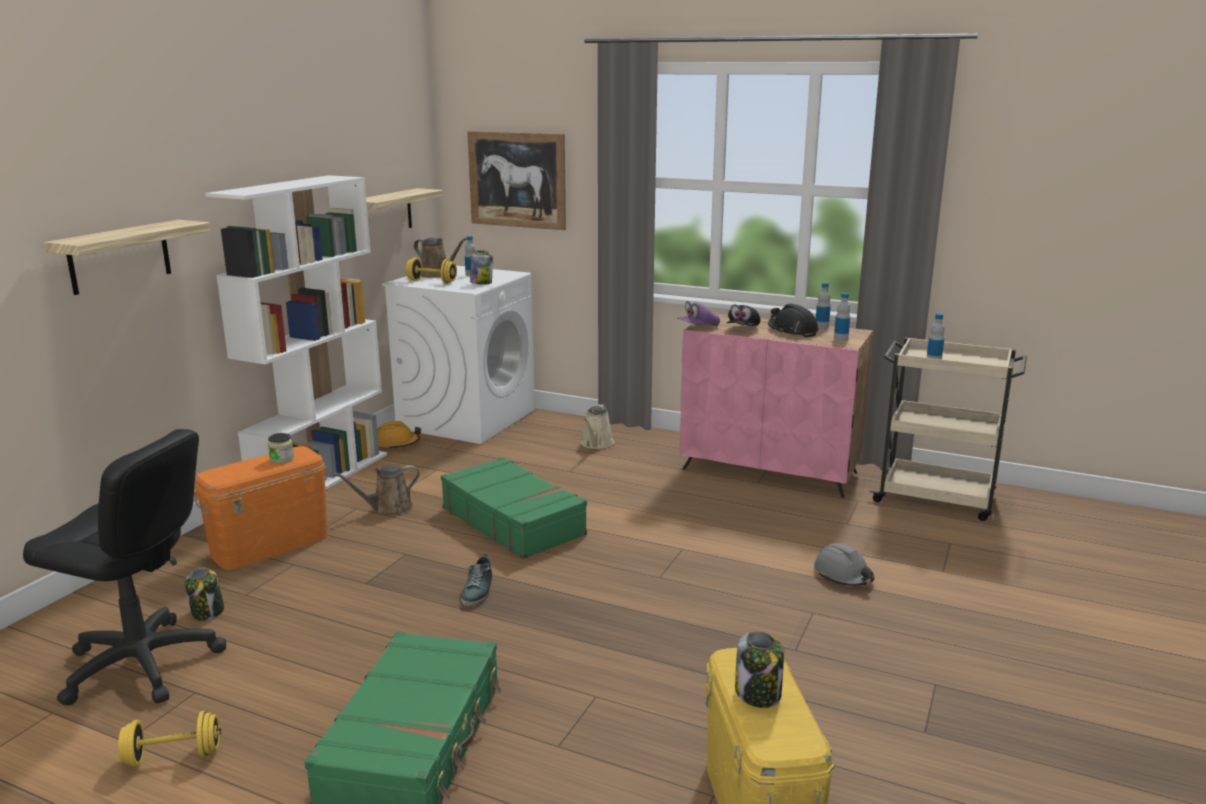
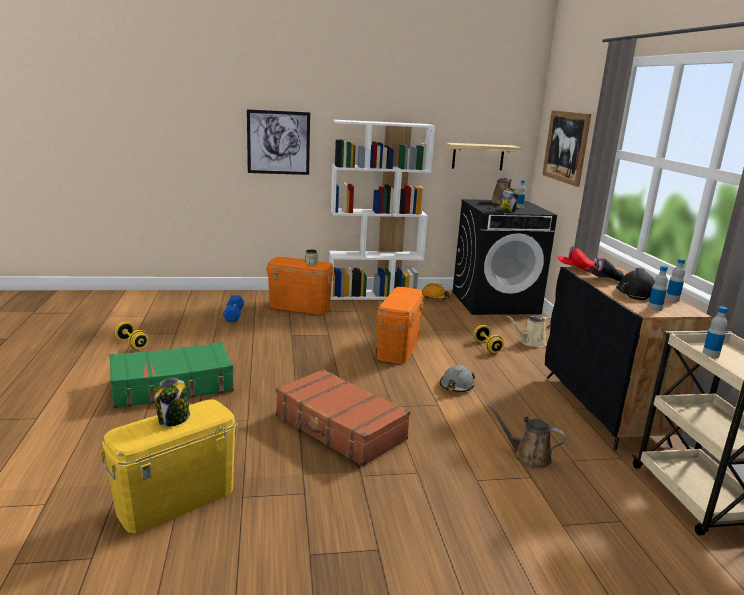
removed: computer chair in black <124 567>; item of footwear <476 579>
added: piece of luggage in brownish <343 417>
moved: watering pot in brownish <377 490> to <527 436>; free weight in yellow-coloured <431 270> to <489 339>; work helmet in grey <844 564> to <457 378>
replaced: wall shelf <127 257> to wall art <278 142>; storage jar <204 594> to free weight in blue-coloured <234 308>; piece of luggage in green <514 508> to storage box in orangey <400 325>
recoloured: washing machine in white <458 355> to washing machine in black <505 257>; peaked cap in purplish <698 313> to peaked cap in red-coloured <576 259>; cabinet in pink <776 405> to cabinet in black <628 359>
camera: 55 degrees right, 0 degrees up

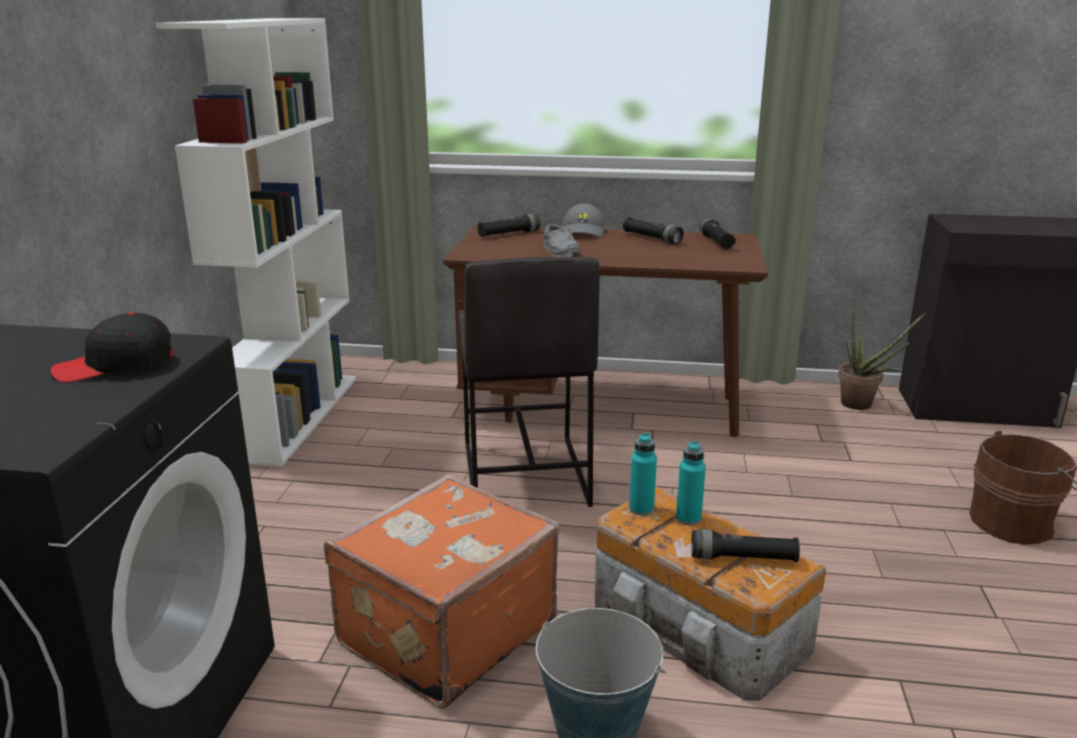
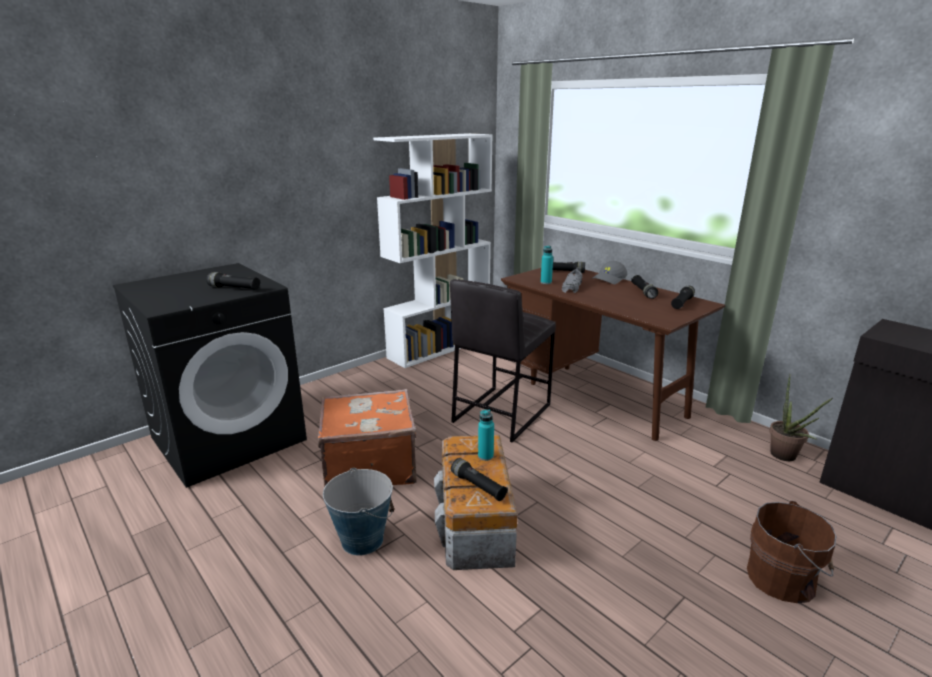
moved: drink bottle in blue-green <643 474> to <547 265>
replaced: peaked cap in black <111 347> to flashlight in black <234 281>
camera: 40 degrees right, 0 degrees up

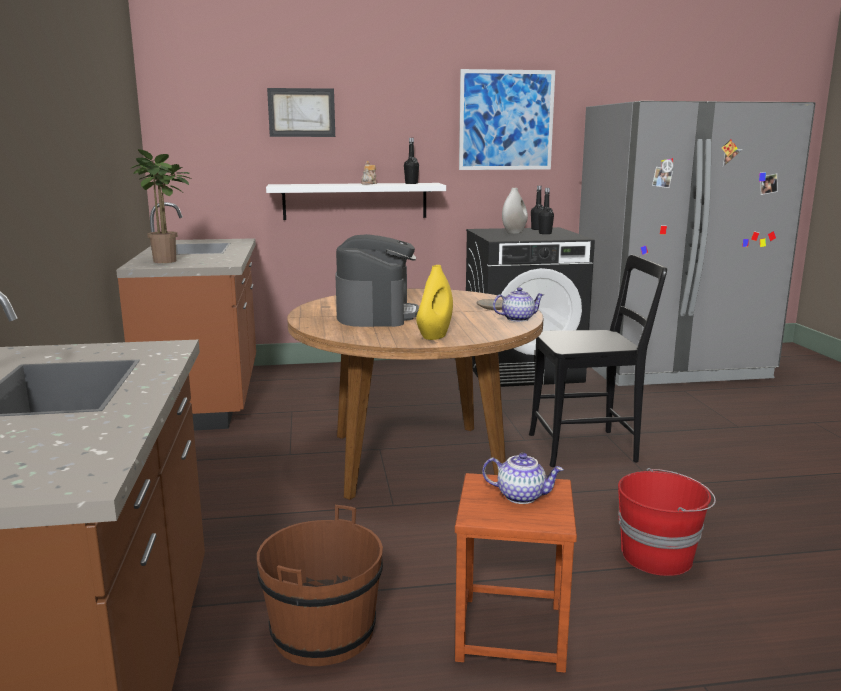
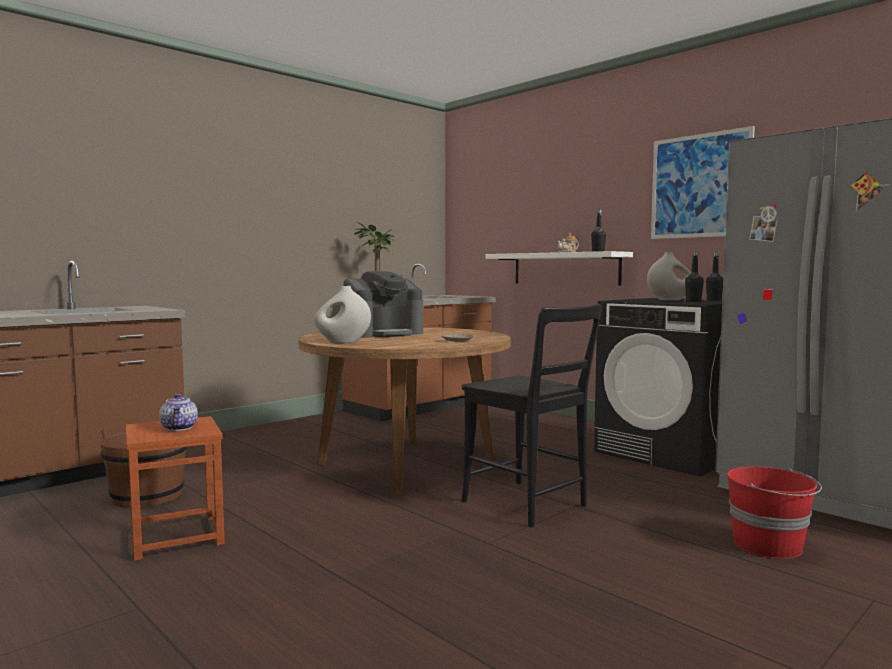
removed: wall art <301 112>; teapot <518 304>
moved: water bucket in red-coloured <667 522> to <774 512>
recoloured: decorative vase in yellow-coloured <434 302> to decorative vase in white <342 314>
camera: 55 degrees right, 10 degrees down

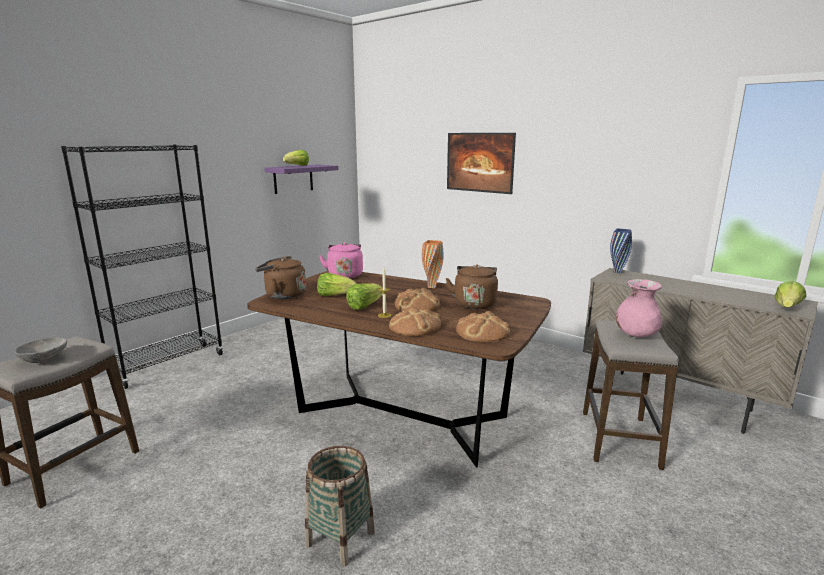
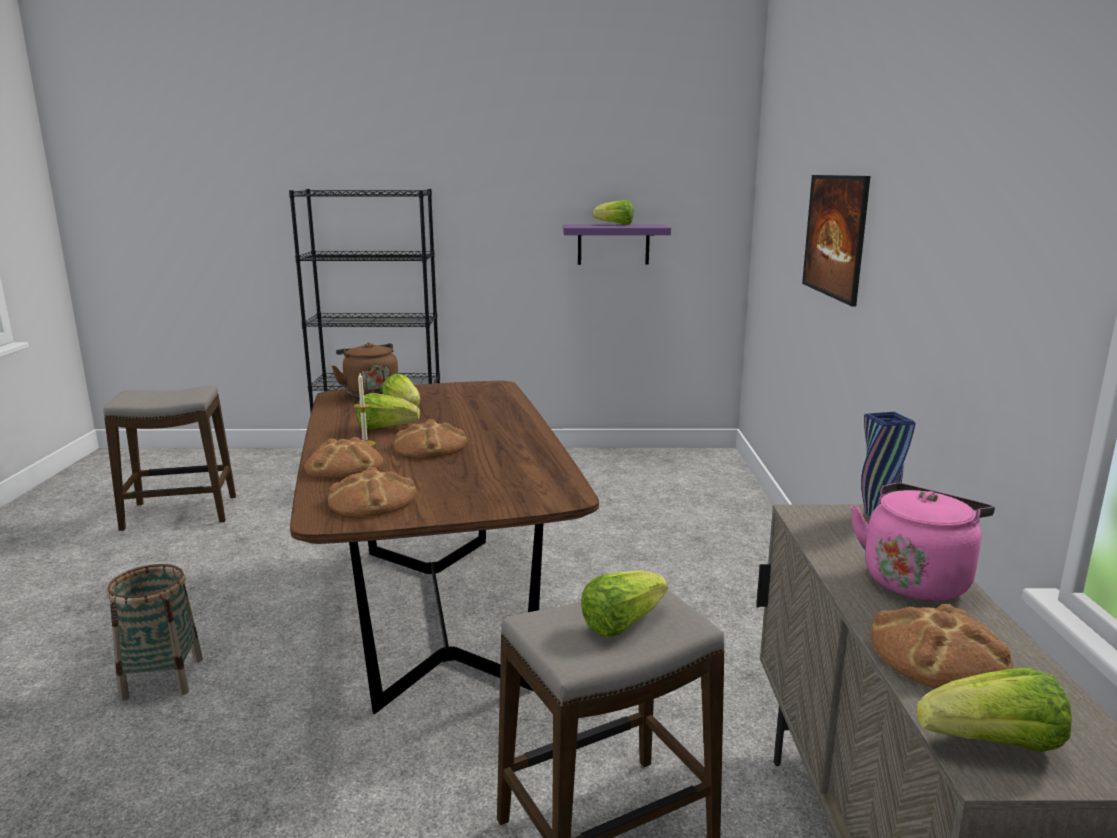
removed: serving bowl in grey <40 350>; decorative vase in orangey <432 264>; water kettle in brownish <472 287>
added: bakery bread <942 646>
moved: water kettle in pink <341 260> to <923 542>
replaced: decorative vase in pink <638 308> to lettuce <624 603>
camera: 50 degrees right, 0 degrees up

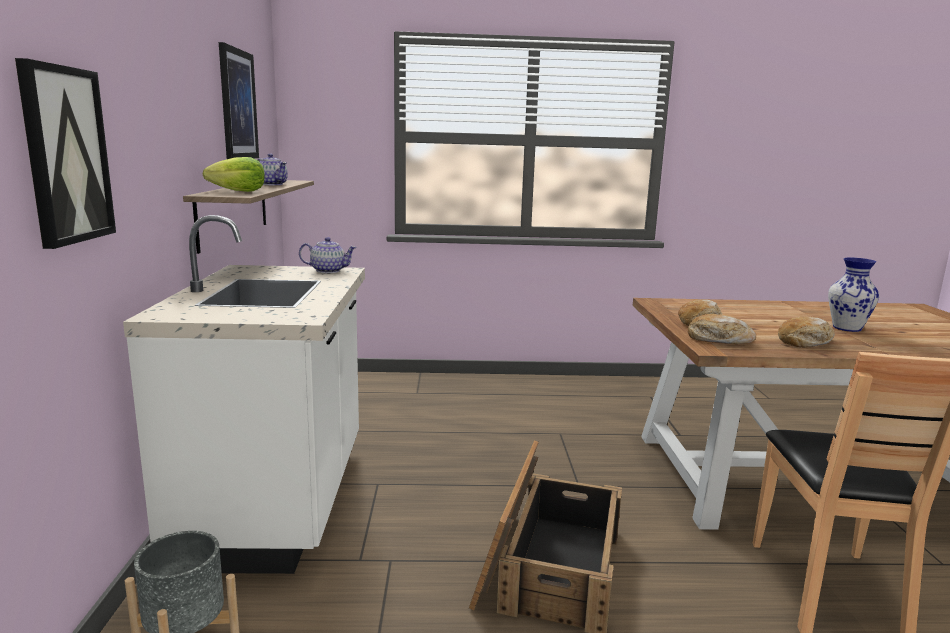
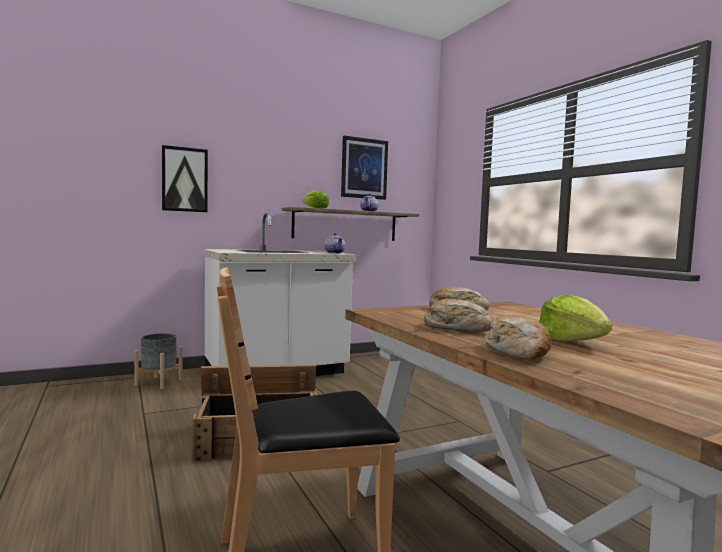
moved: bakery bread <722 329> to <518 337>
replaced: decorative vase <853 294> to lettuce <575 318>
camera: 65 degrees right, 10 degrees down

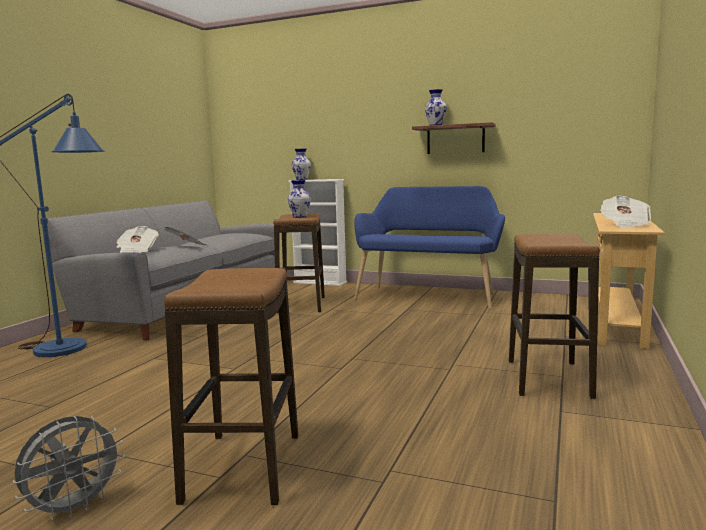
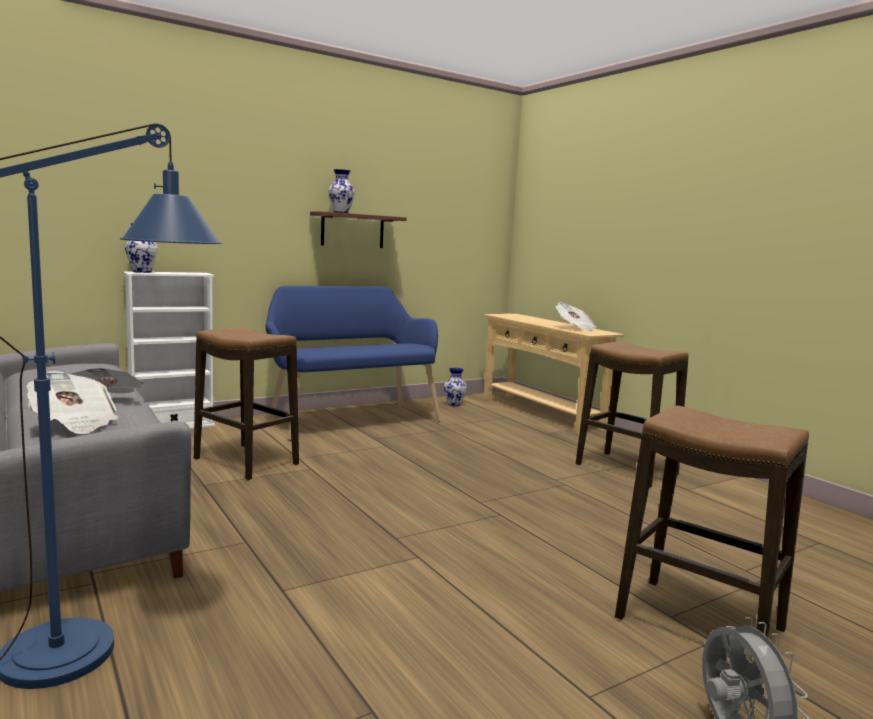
moved: decorative vase <299 199> to <455 387>
camera: 55 degrees left, 0 degrees up

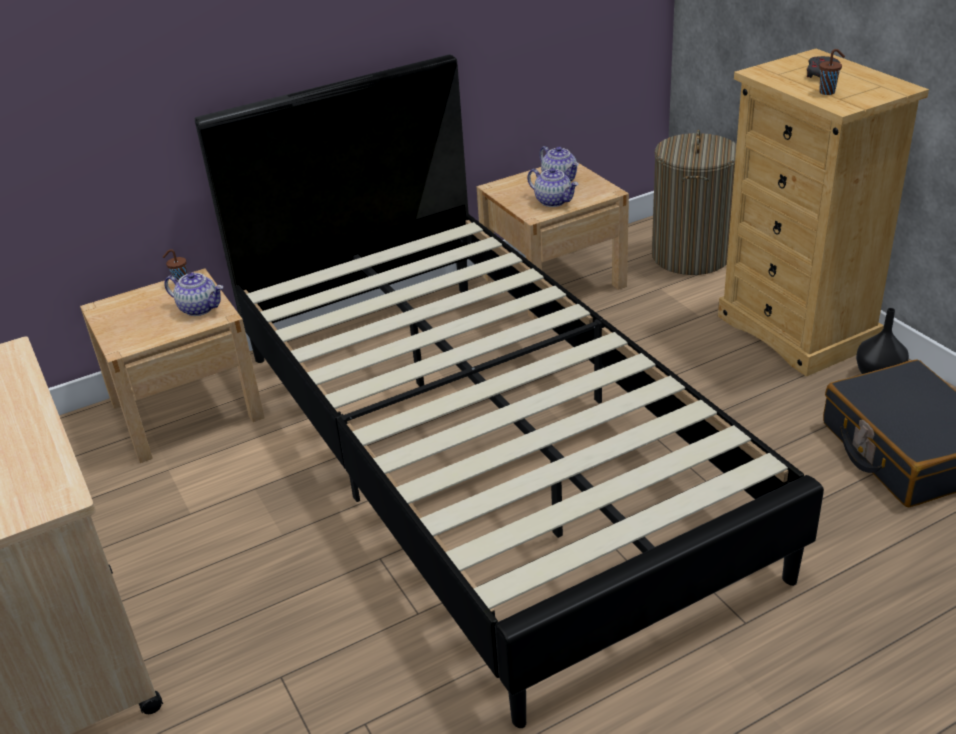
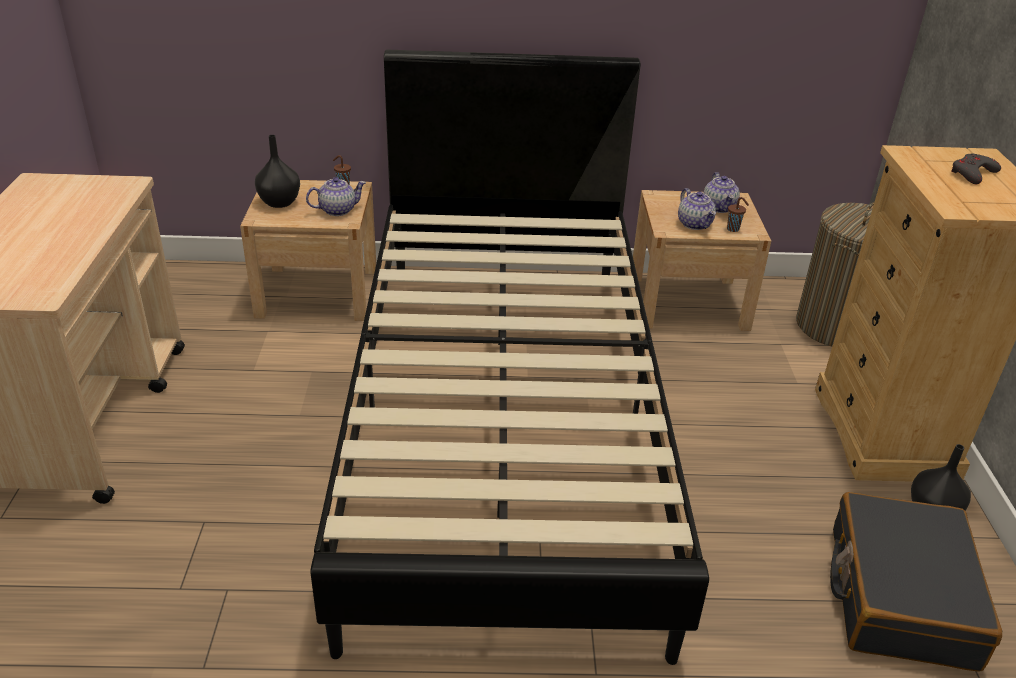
added: decorative vase in black <277 171>
moved: drinking cup in brownish <832 72> to <738 214>
turned: teapot <194 294> = <336 196> 75 degrees counterclockwise
camera: 25 degrees right, 0 degrees up

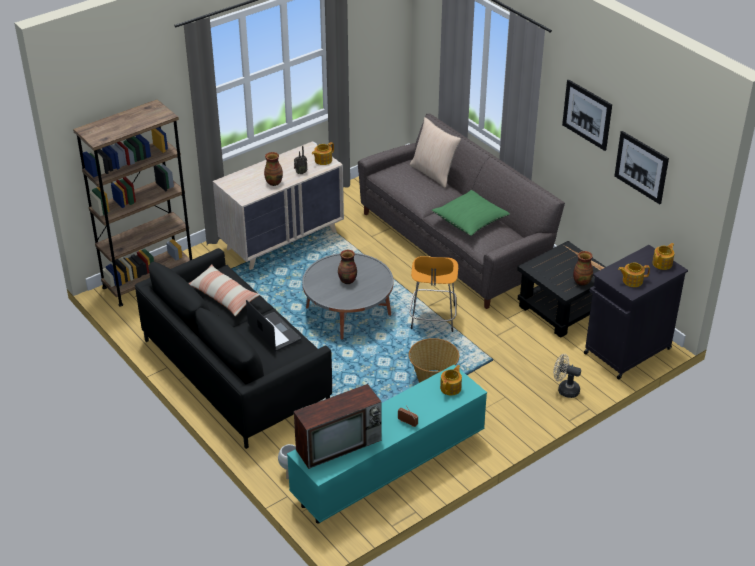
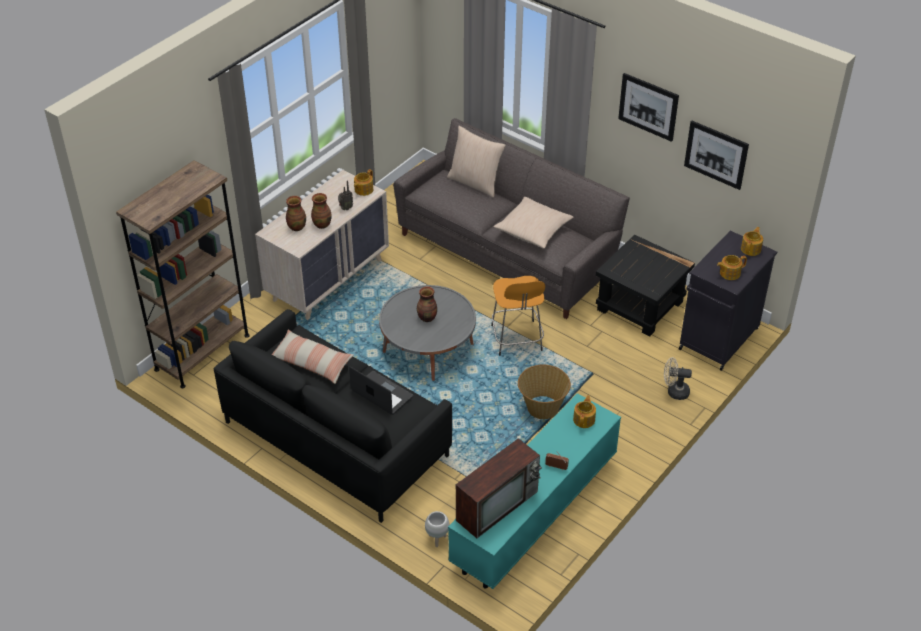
moved: decorative vase <583 268> to <296 213>
recoloured: cushion in green <470 213> to cushion in sand-coloured <533 223>
camera: 15 degrees left, 5 degrees up

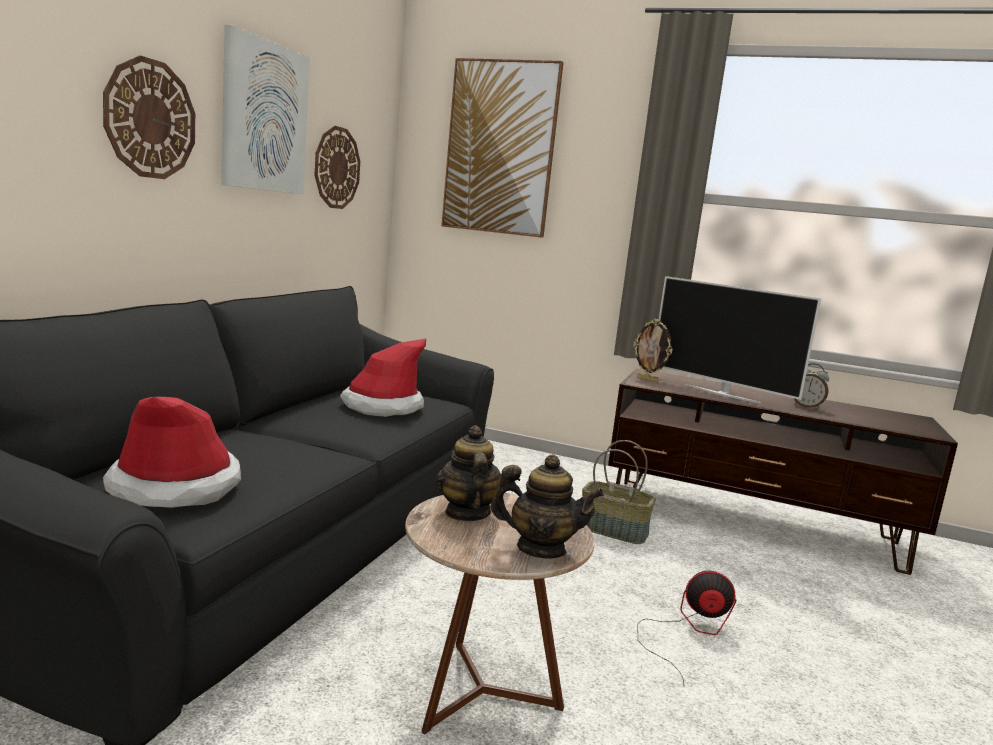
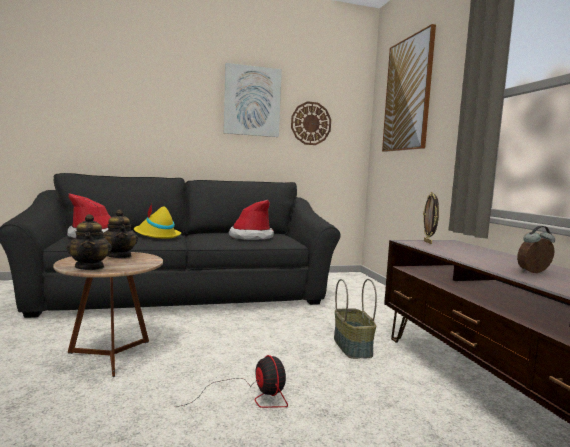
removed: hanging clock <149 117>; television <739 340>
added: wearable hat in yellow-coloured <157 221>
turned: teapot <468 473> = <120 234> 105 degrees clockwise; alarm clock <811 386> = <536 249> 75 degrees clockwise
camera: 55 degrees right, 5 degrees down

